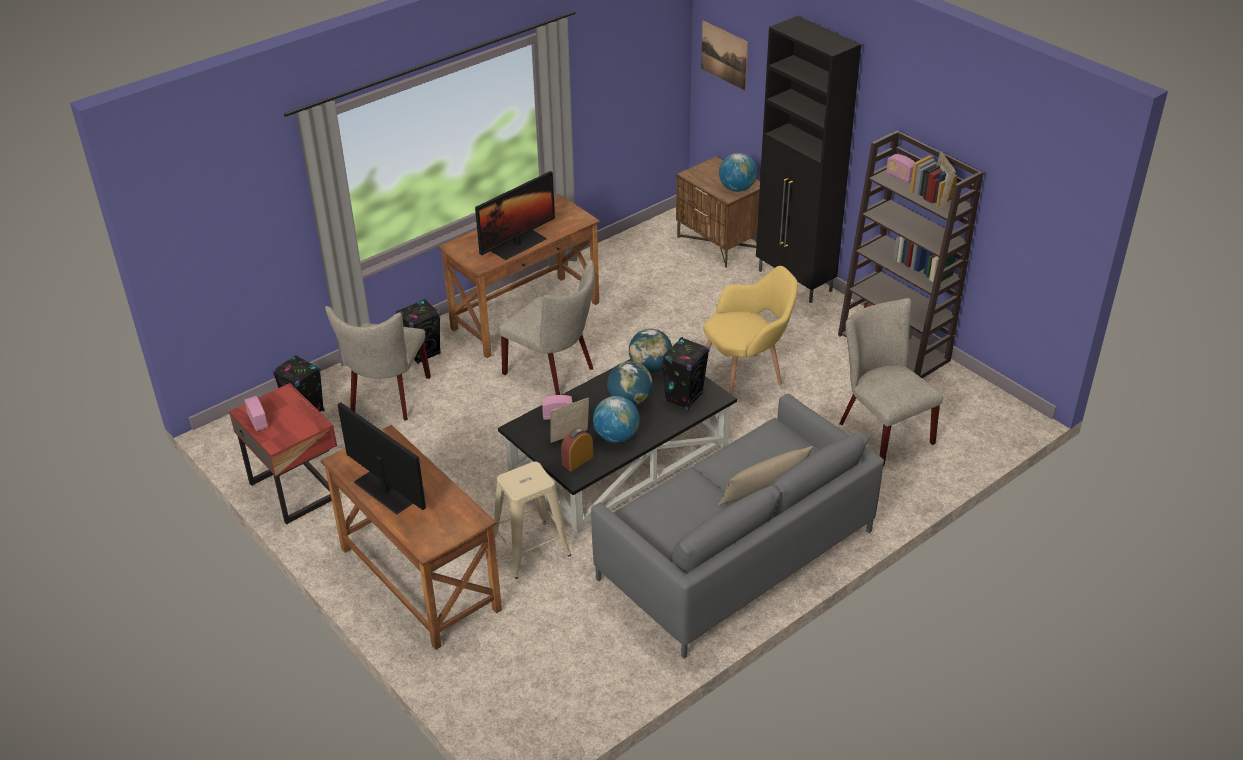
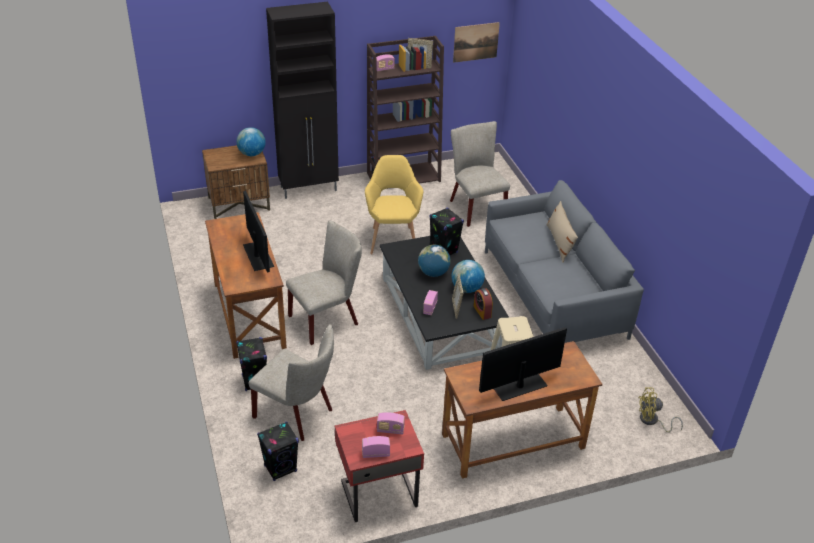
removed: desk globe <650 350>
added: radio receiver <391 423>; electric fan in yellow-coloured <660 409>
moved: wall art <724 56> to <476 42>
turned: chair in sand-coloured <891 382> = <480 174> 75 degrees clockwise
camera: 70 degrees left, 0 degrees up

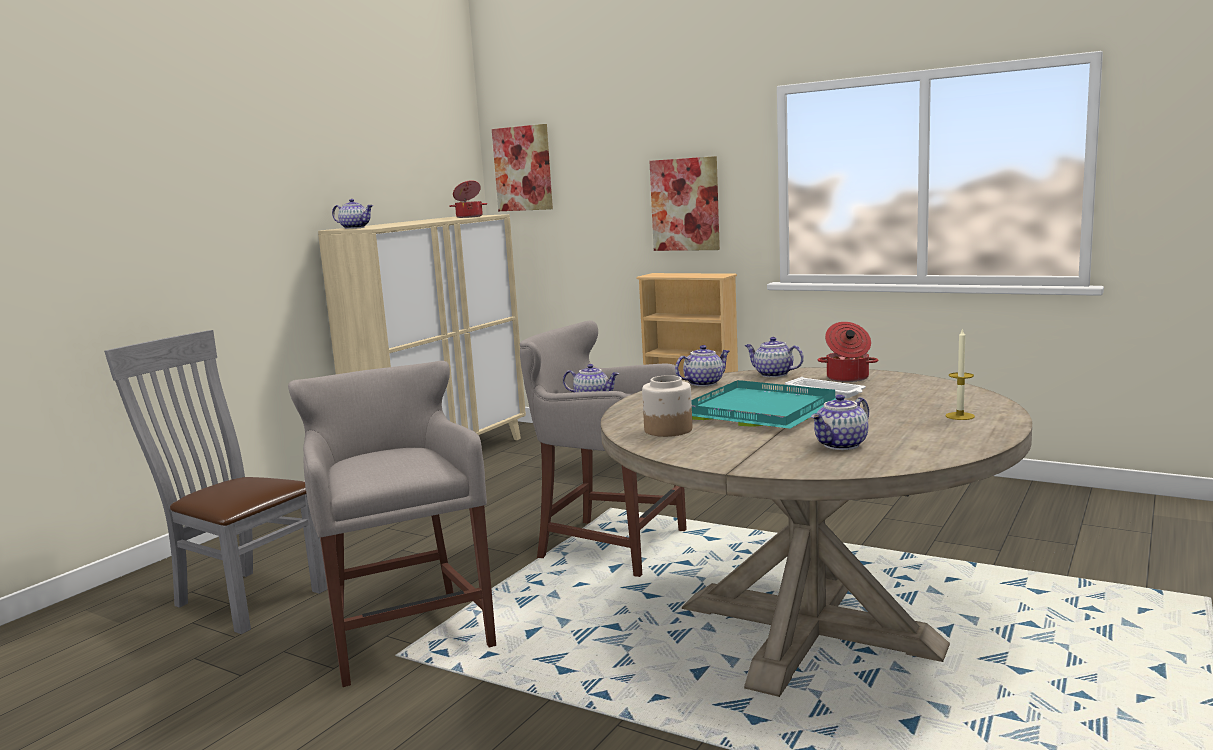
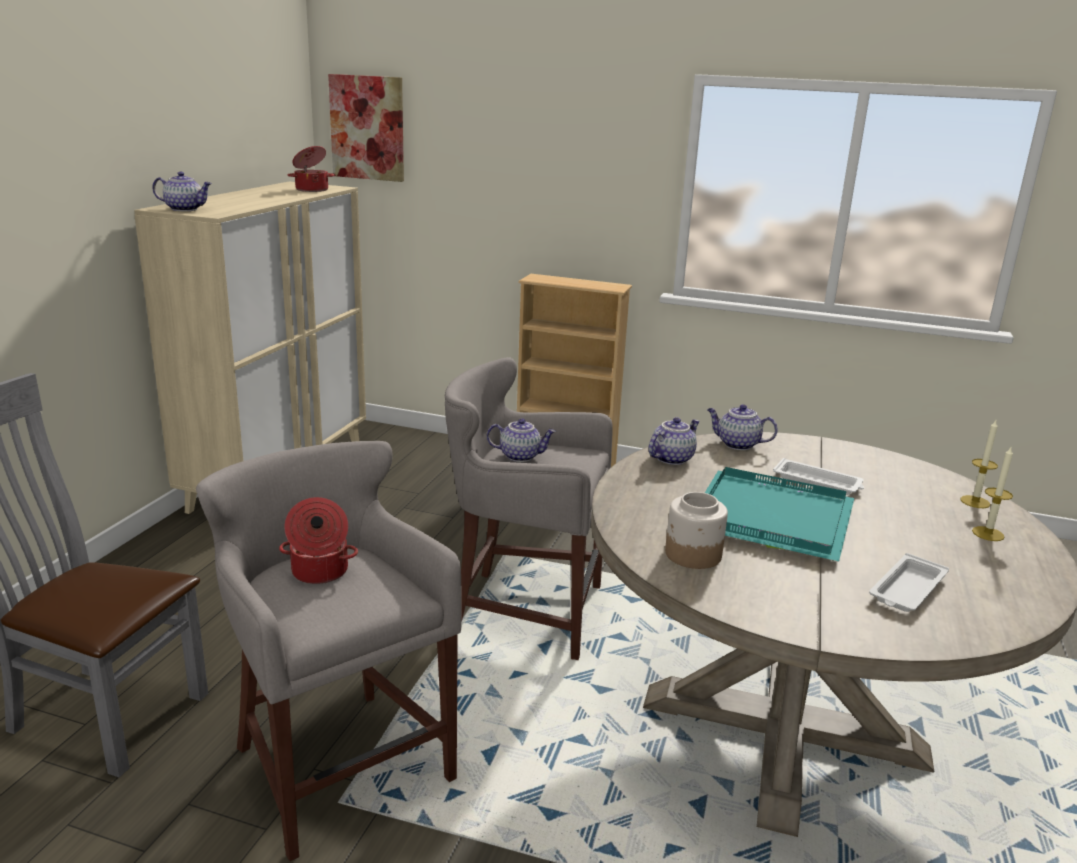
removed: wall art <684 203>
added: wax light <979 464>
moved: cooking pot <848 352> to <318 540>
replaced: teapot <840 422> to tray in white <909 582>
camera: 15 degrees left, 10 degrees up

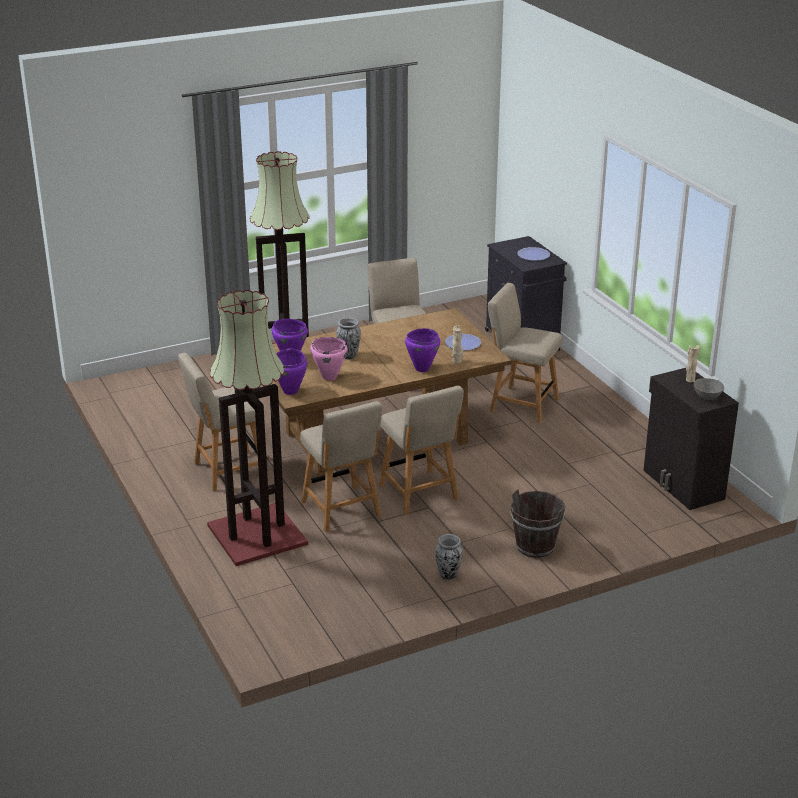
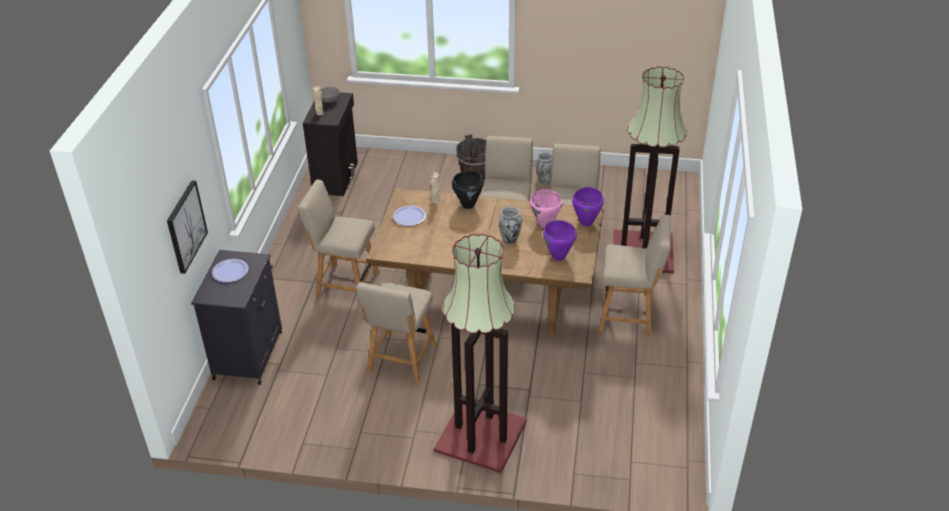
added: wall art <187 227>
recoloured: cooking pot in purplish <422 350> to cooking pot in black <468 190>
turned: chair in sand-coloured <525 353> = <339 238> 135 degrees clockwise
camera: 145 degrees left, 10 degrees up

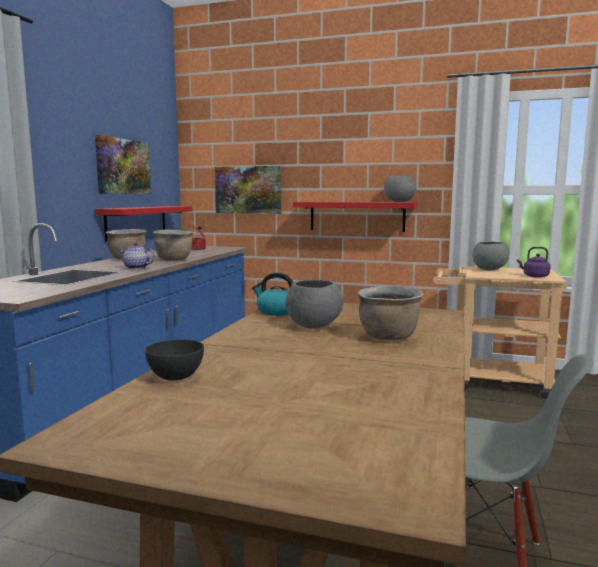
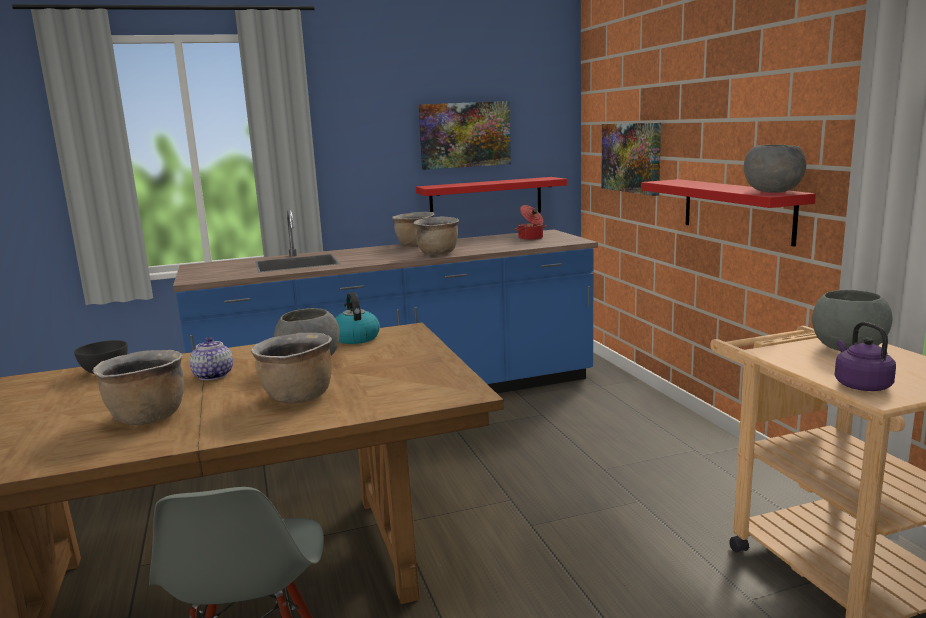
added: cooking pot in brownish <138 387>
moved: teapot <136 256> to <211 359>
camera: 55 degrees right, 5 degrees up

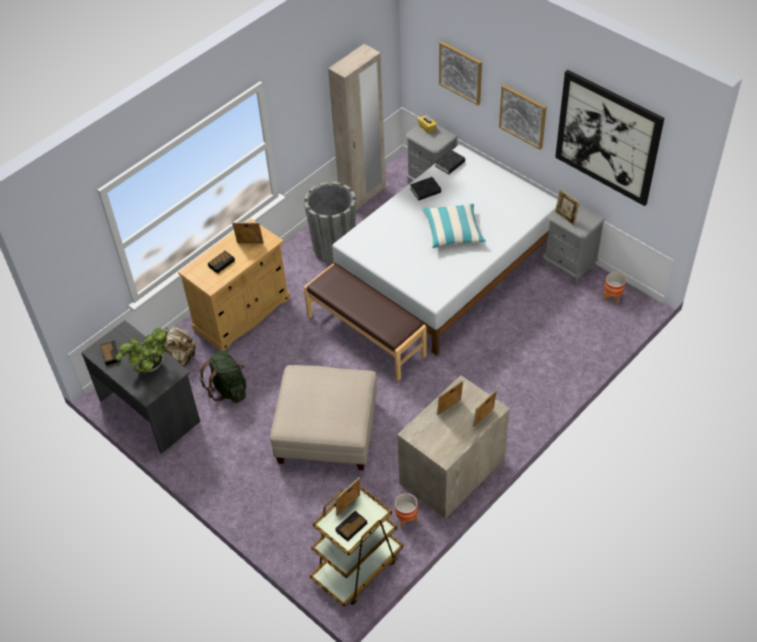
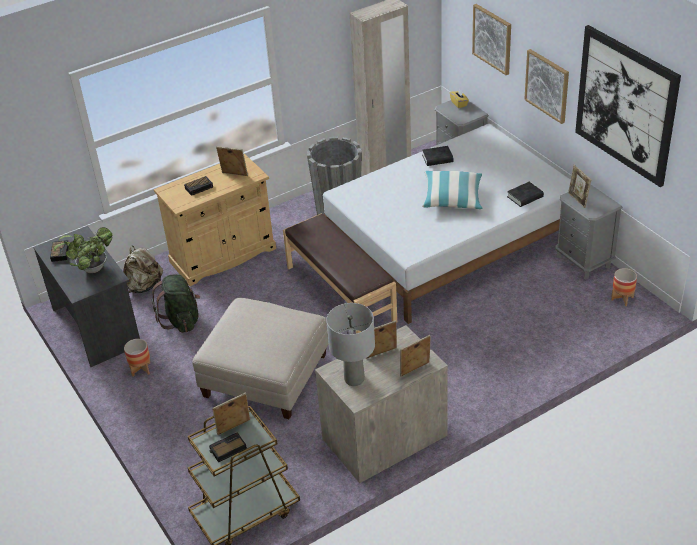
added: table lamp in grey <350 344>
moved: flower pot <406 511> to <137 357>; book in black <450 161> to <525 194>
camera: 15 degrees right, 10 degrees down

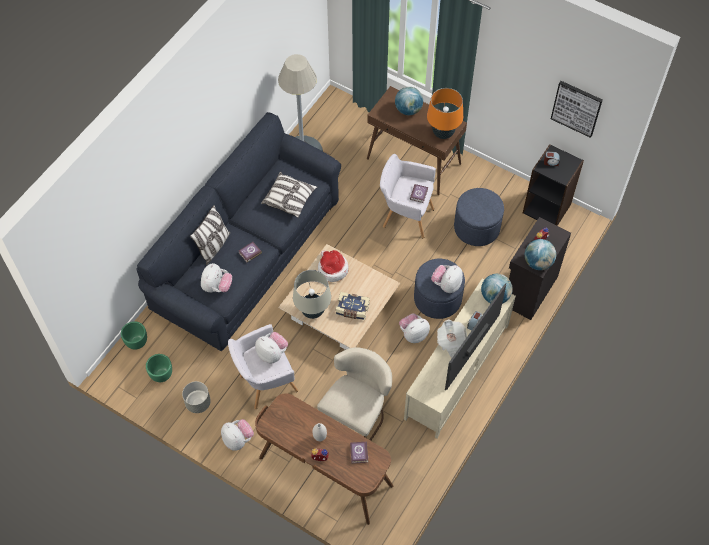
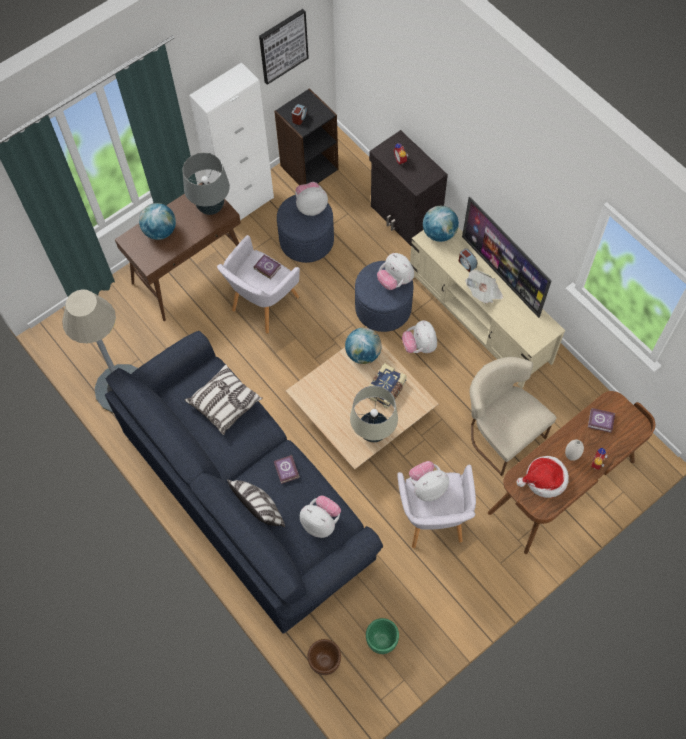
removed: flower pot in grey <196 397>
added: cabinet in white <231 141>
moved: cuddly toy <237 435> to <311 199>; wearable hat <333 266> to <542 477>; desk globe <540 254> to <363 346>
recoloured: flower pot in green <134 335> to flower pot in brownish <324 657>; table lamp in orangey <445 113> to table lamp in grey <206 183>
camera: 70 degrees left, 5 degrees up

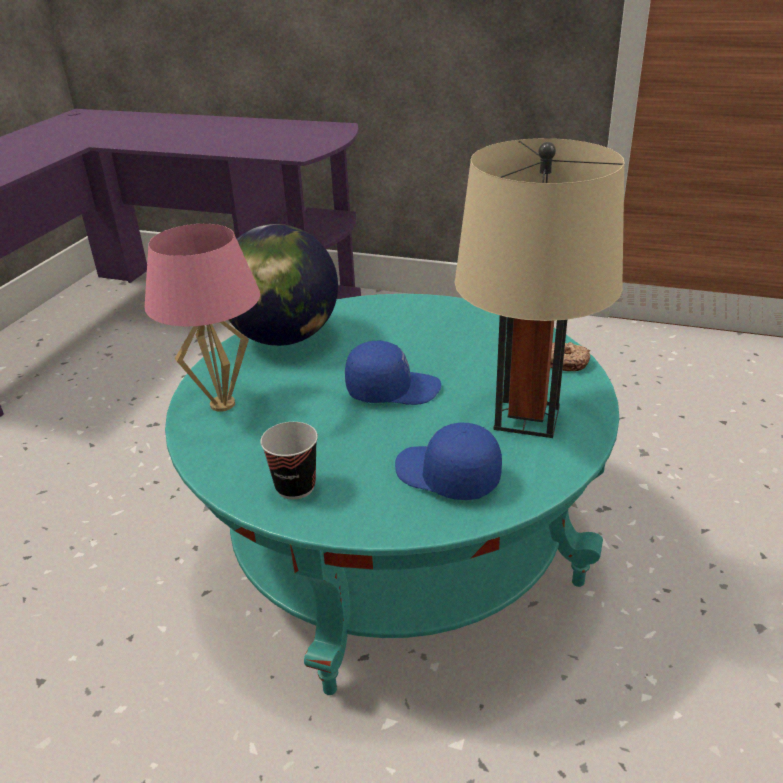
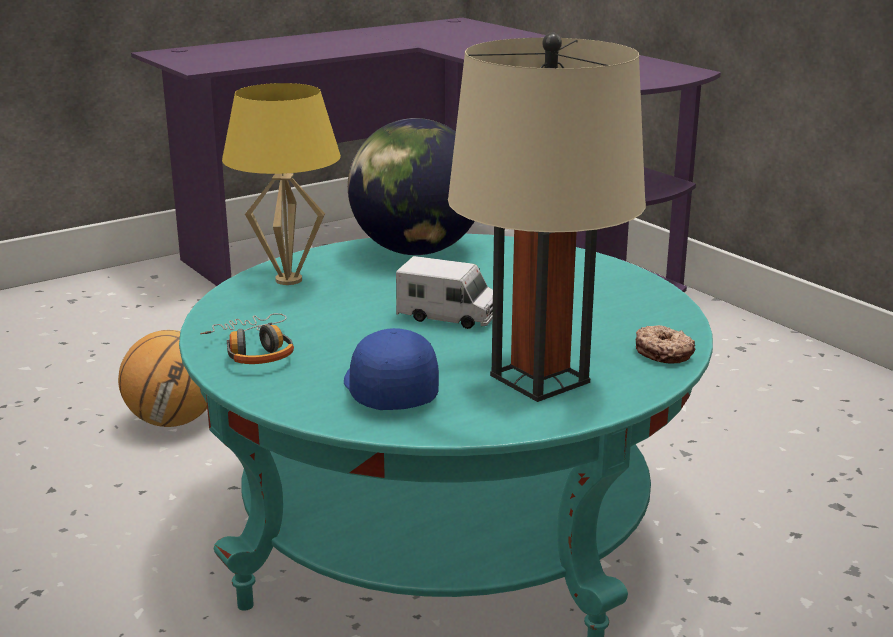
added: basketball <162 378>
replaced: drinking cup <289 460> to headphones <247 338>; peaked cap in blue-coloured <393 373> to toy lorry <444 292>
recoloured: table lamp in pink <202 318> to table lamp in yellow-coloured <281 184>
camera: 35 degrees right, 10 degrees down

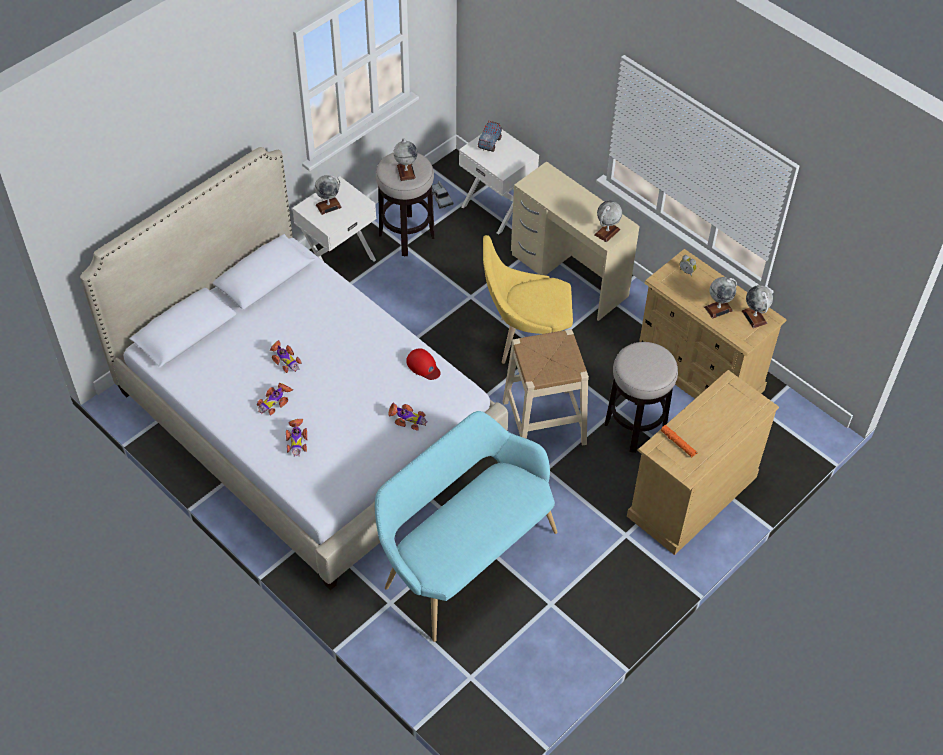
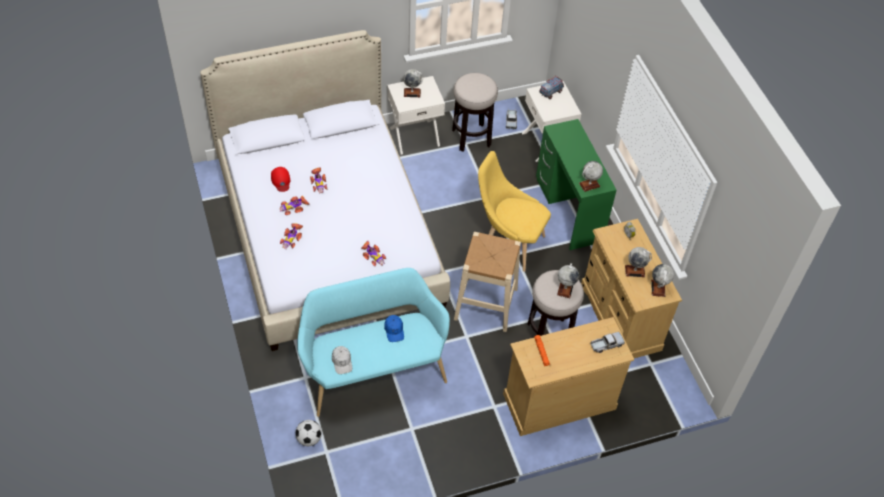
added: football ball <308 433>; peaked cap in white <342 360>; peaked cap in blue-coloured <394 328>; toy lorry <607 342>
moved: desk globe <405 159> to <568 280>; peaked cap in red-coloured <423 364> to <280 179>
recoloured: desk in sand-coloured <575 241> to desk in green <576 184>
camera: 25 degrees right, 0 degrees up

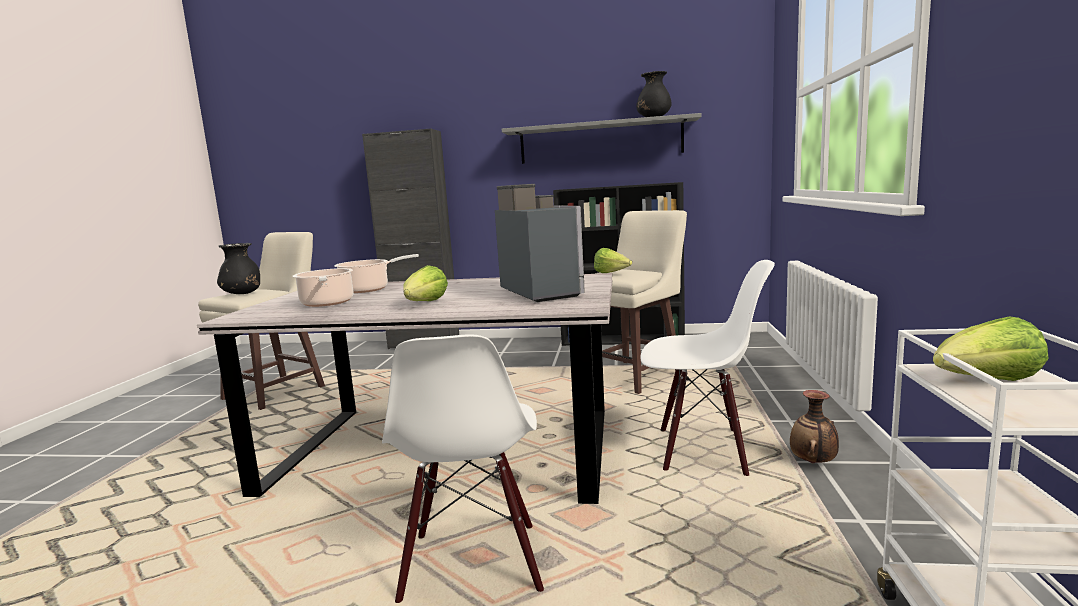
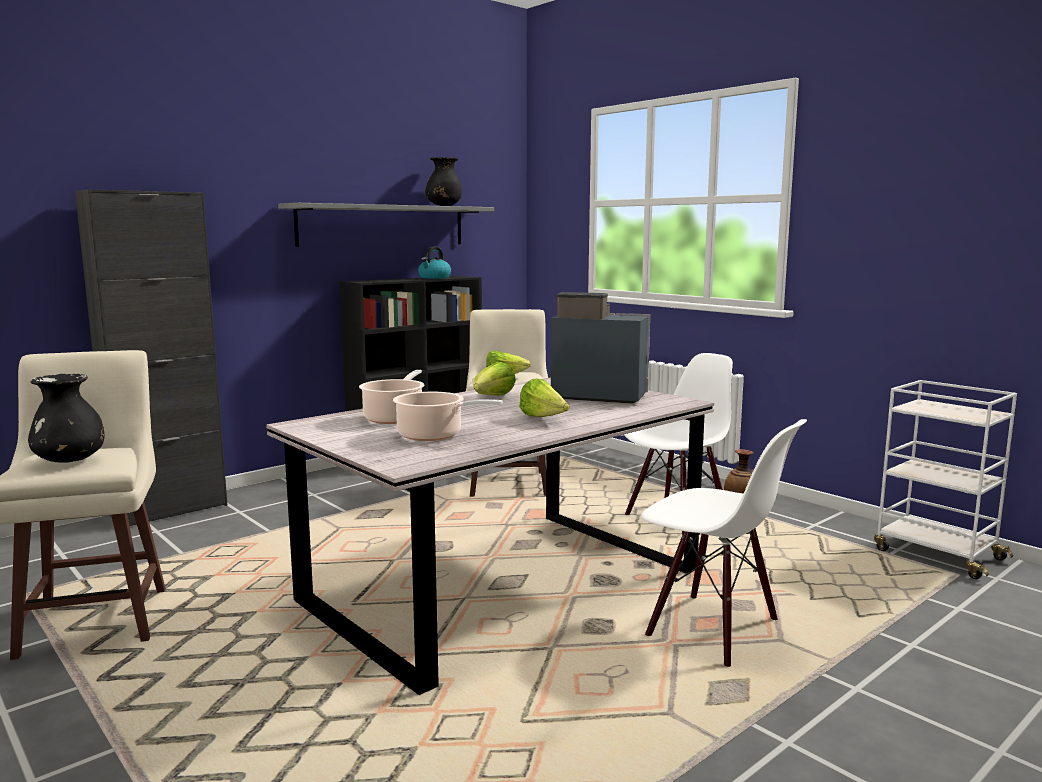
added: water kettle <434 262>
moved: lettuce <991 348> to <495 379>
camera: 50 degrees left, 0 degrees up

